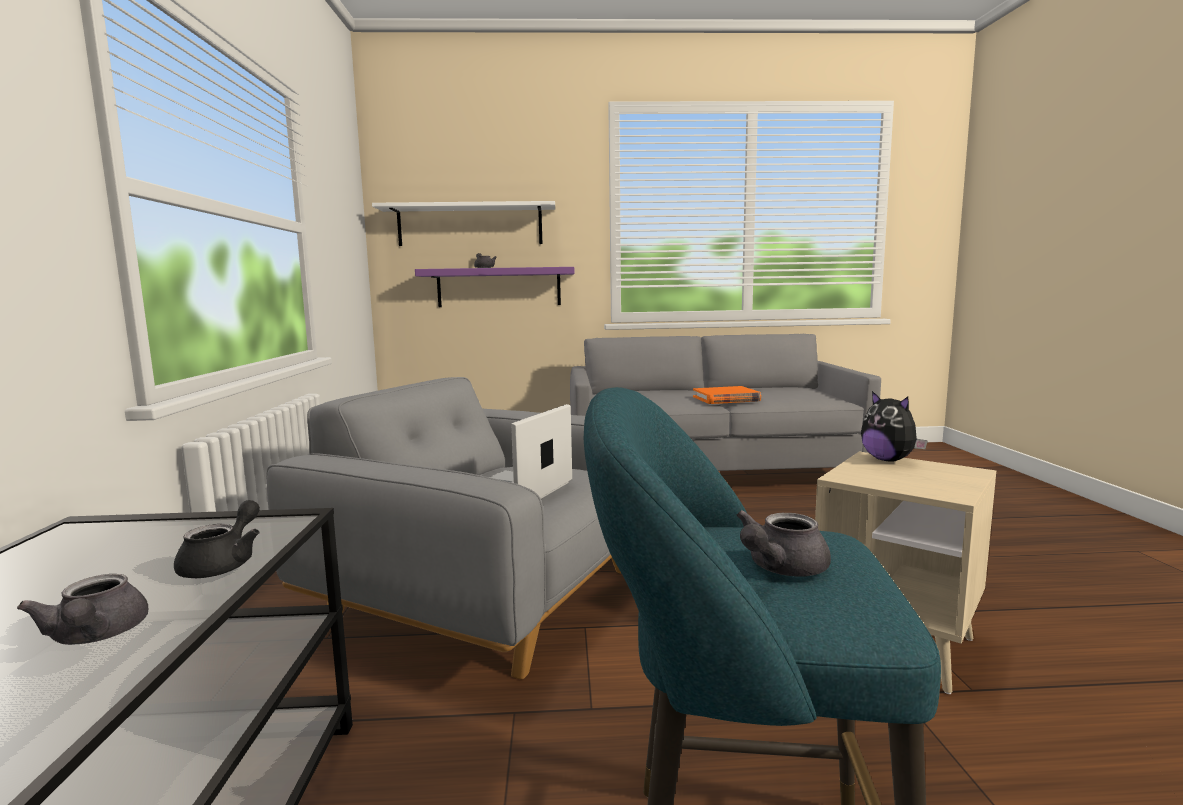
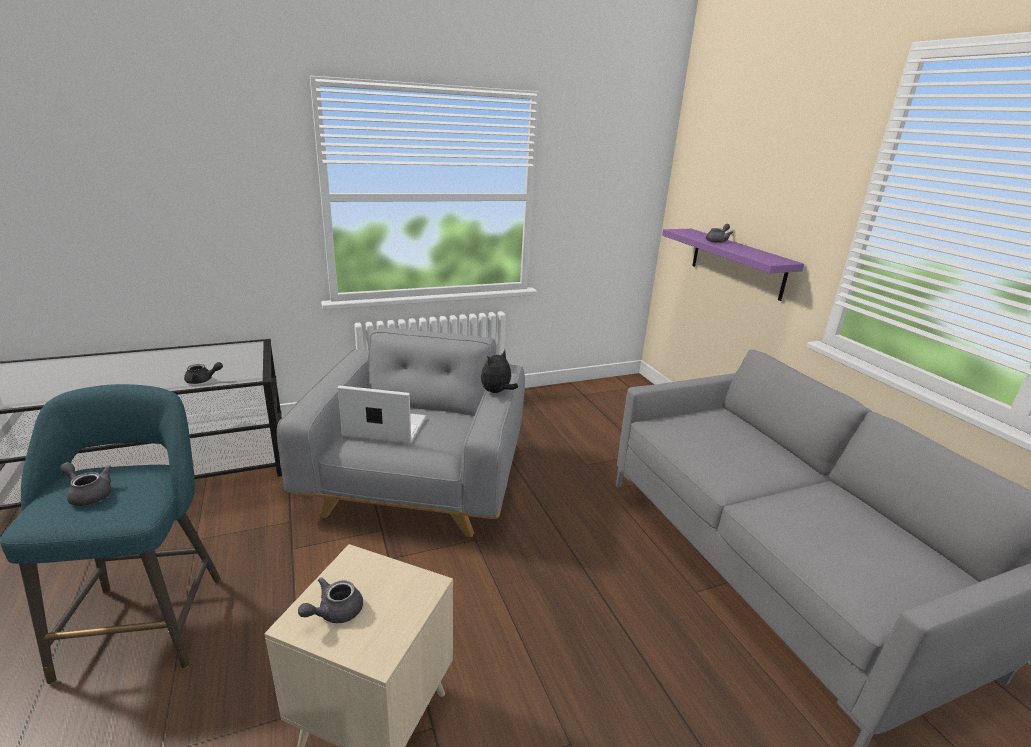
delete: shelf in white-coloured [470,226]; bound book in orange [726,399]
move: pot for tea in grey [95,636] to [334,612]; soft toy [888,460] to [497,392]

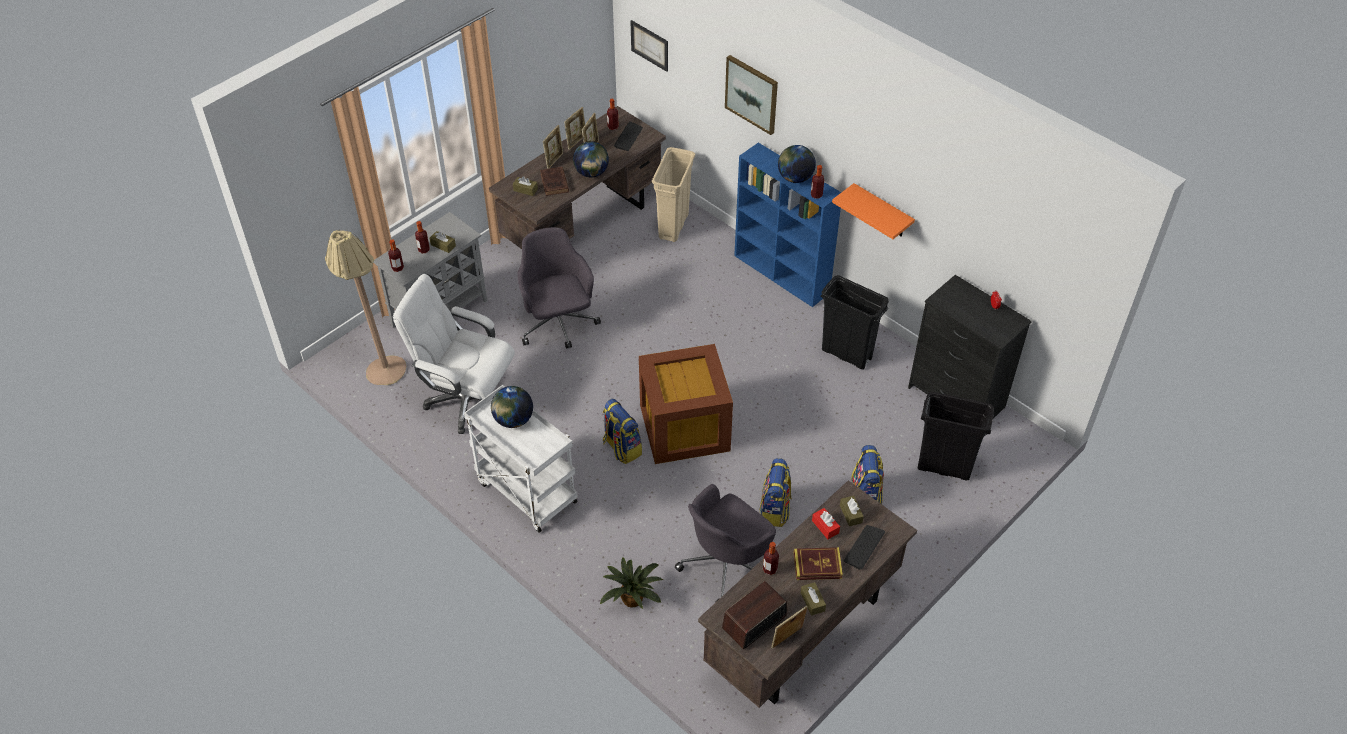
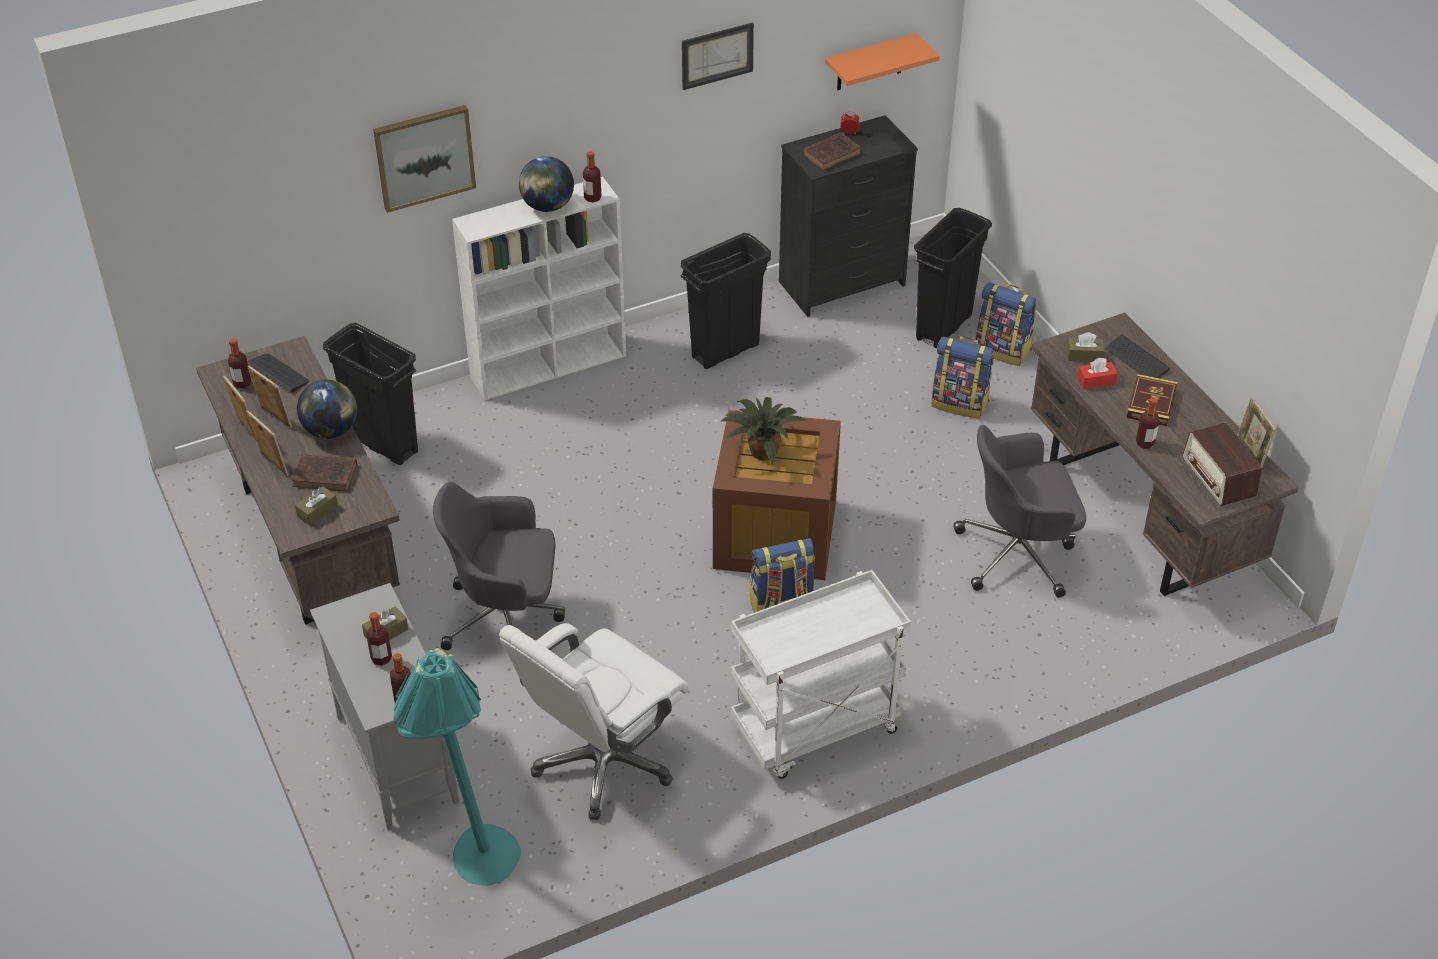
delete: world globe [513,420]; tissue holder in brown [812,602]
insert: bound book in brown [832,154]
move: wall art [649,45] to [717,55]; potted plant [633,597] to [761,451]; shelf in orange [882,212] to [869,63]; knapsack [775,510] to [1003,350]
recolor: trash can in beige [673,226] to trash can in black [384,444]; floor lamp in beige [379,366] to floor lamp in turquoise-coloured [471,863]; bookcase in blue-coloured [782,274] to bookcase in white-coloured [550,365]
rotate: office chair in grey [727,565] = [1018,554] 105 degrees clockwise

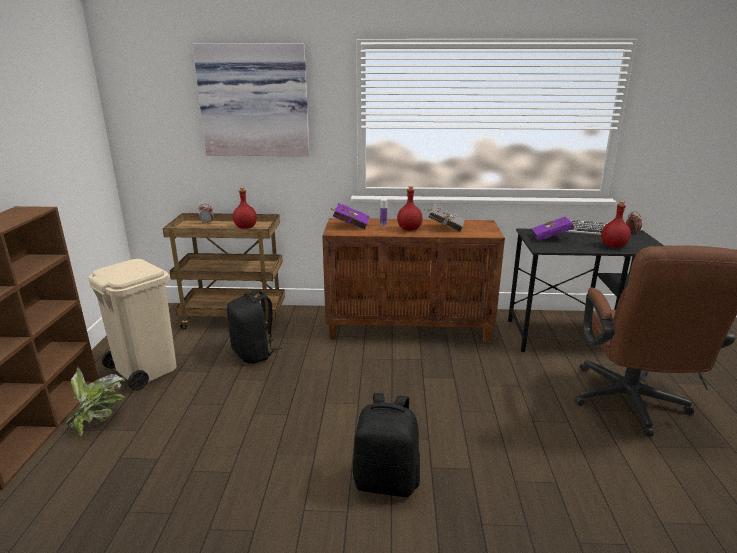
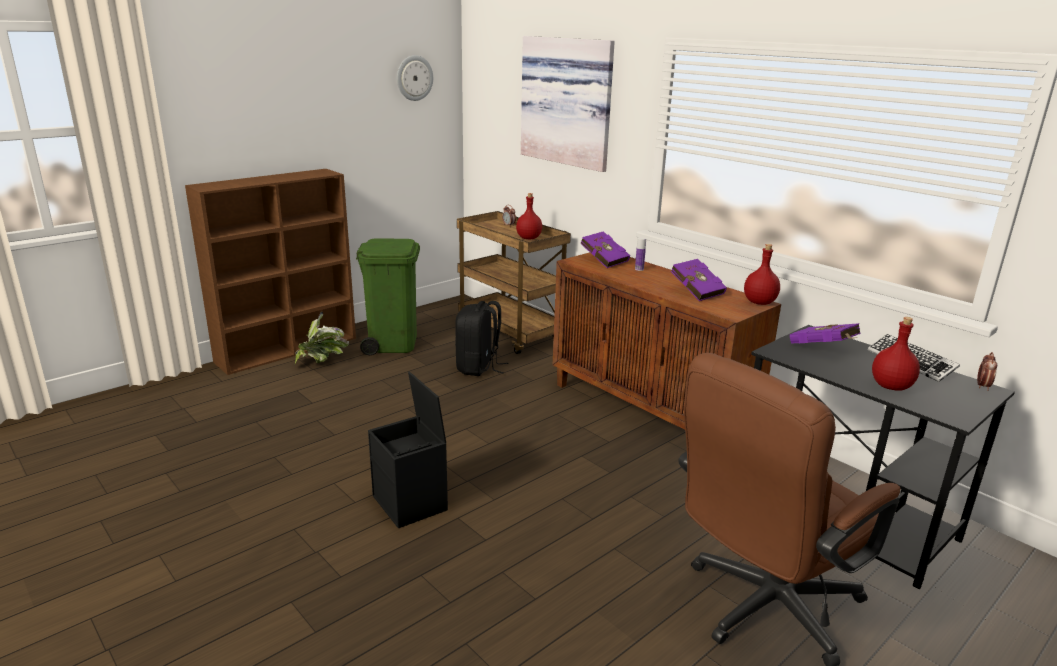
insert: hanging clock [414,78]
move: beverage bottle in reddish [409,229] to [760,302]
replace: knapsack in black [386,481] to storage container in black [411,503]
recolor: trash can in beige [145,368] to trash can in green [393,343]; bound book in grey [444,227] to bound book in purple [695,291]

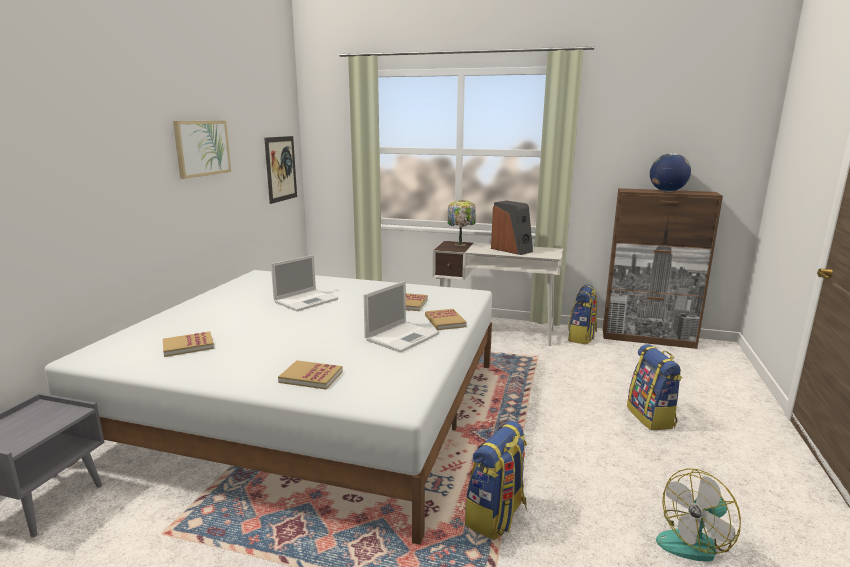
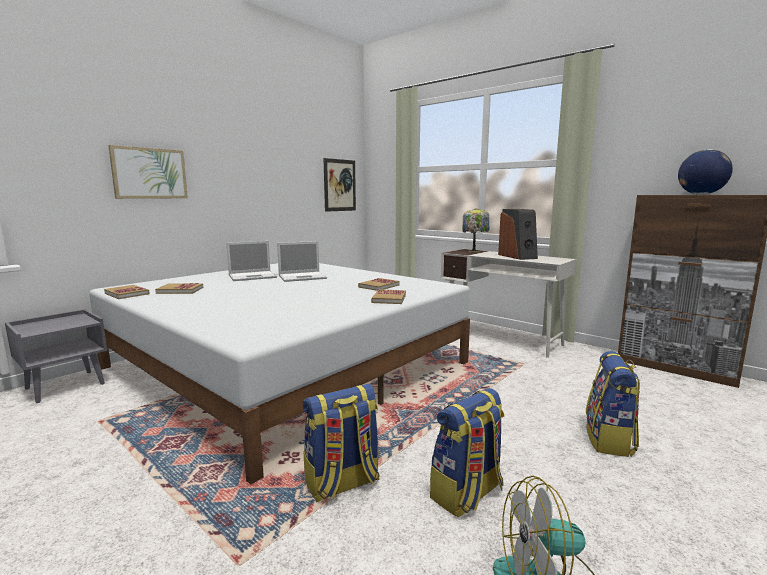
move: bound book [311,377] to [127,293]; wall art [202,148] to [149,173]; notebook computer [403,336] to [253,276]; knapsack [581,337] to [467,494]

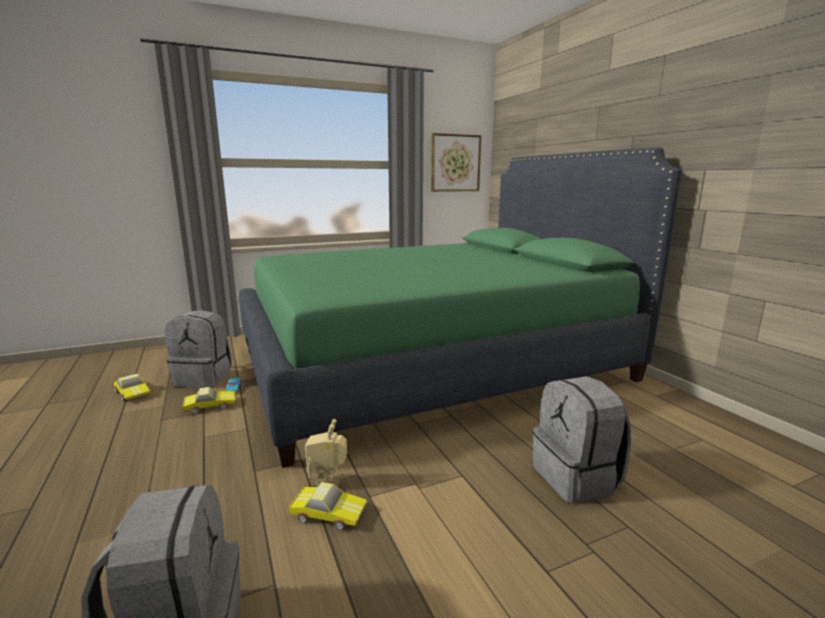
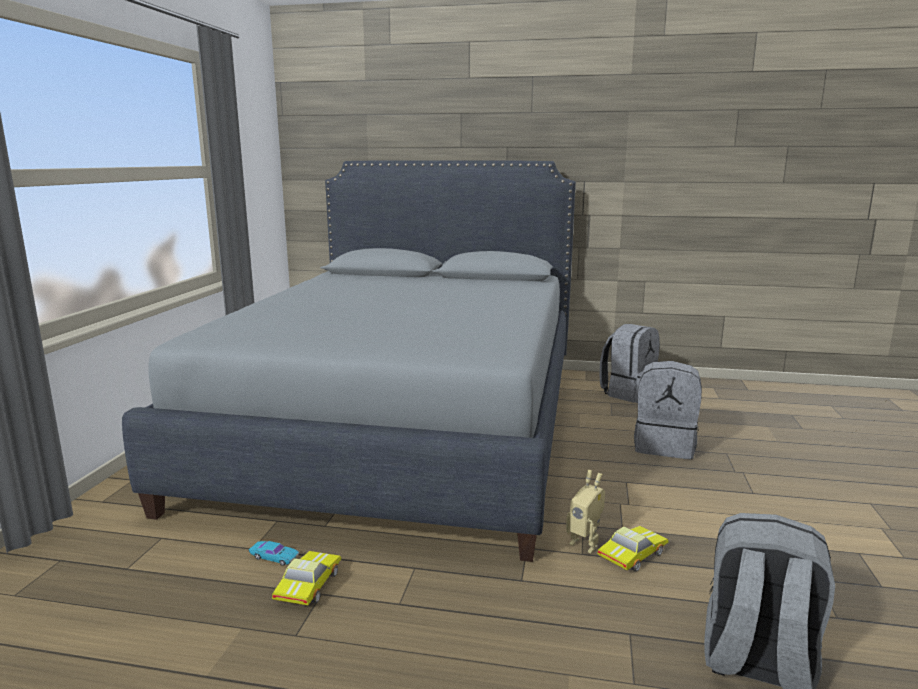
delete: miniature car [133,392]; wall art [455,163]
move: knapsack in grey [204,378] to [629,393]
recolor: bedroom bed in green [431,364] to bedroom bed in grey [406,427]

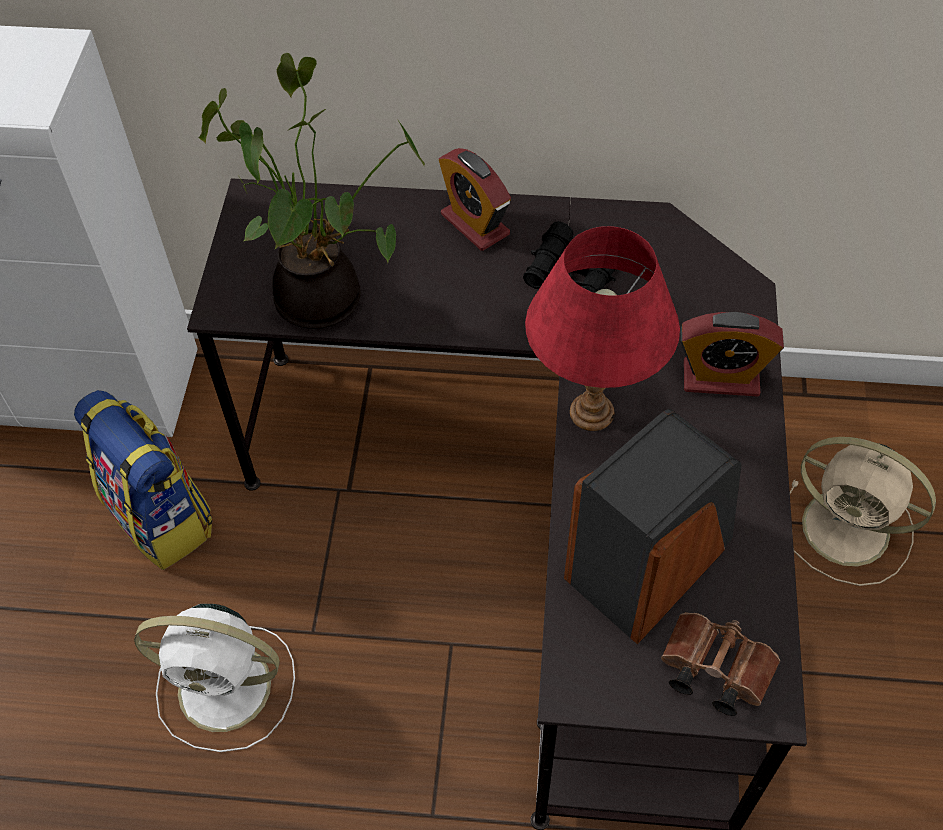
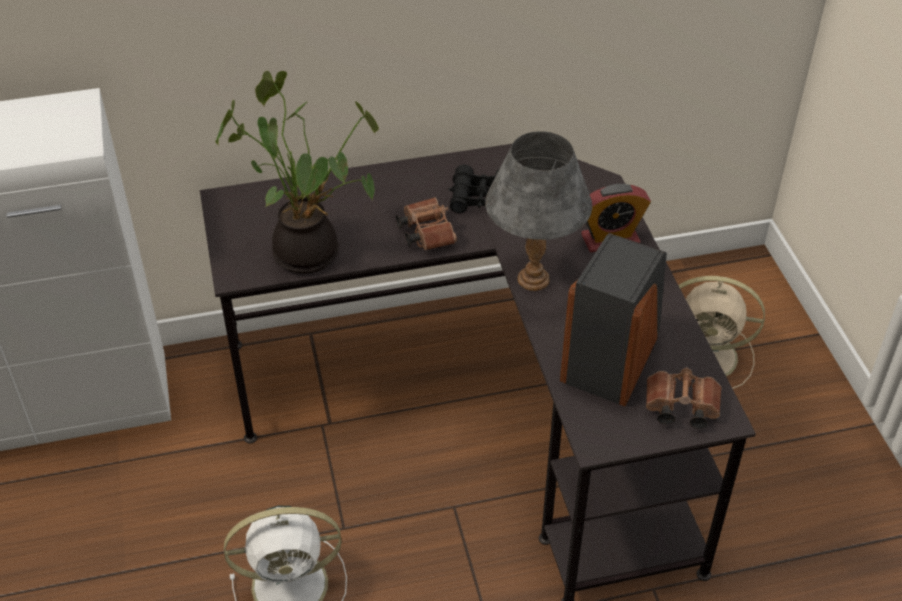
delete: knapsack [162,518]; bedside clock [475,224]
insert: binoculars in brown [425,232]
recolor: lamp for a table in reddish [592,412] to lamp for a table in grey [534,279]

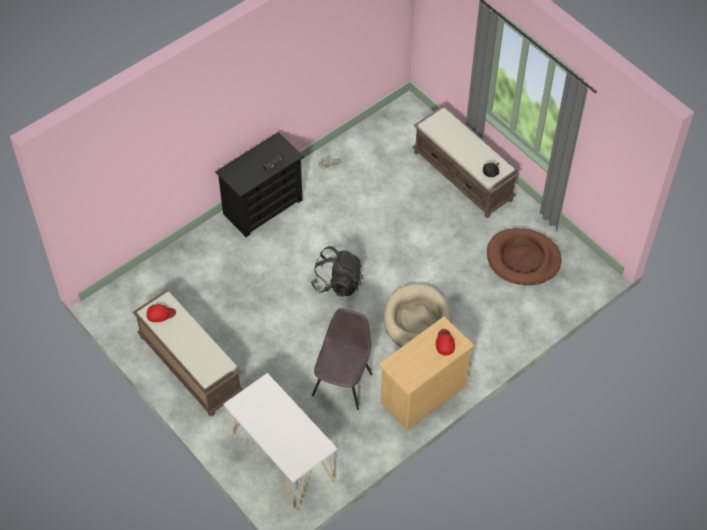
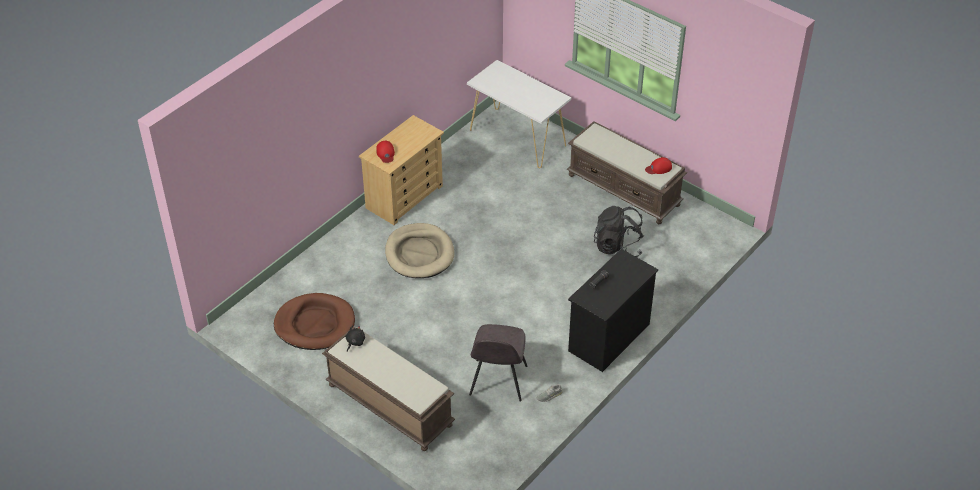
move: plain chair in grey [343,383] to [498,382]; knapsack in black [337,283] to [618,247]

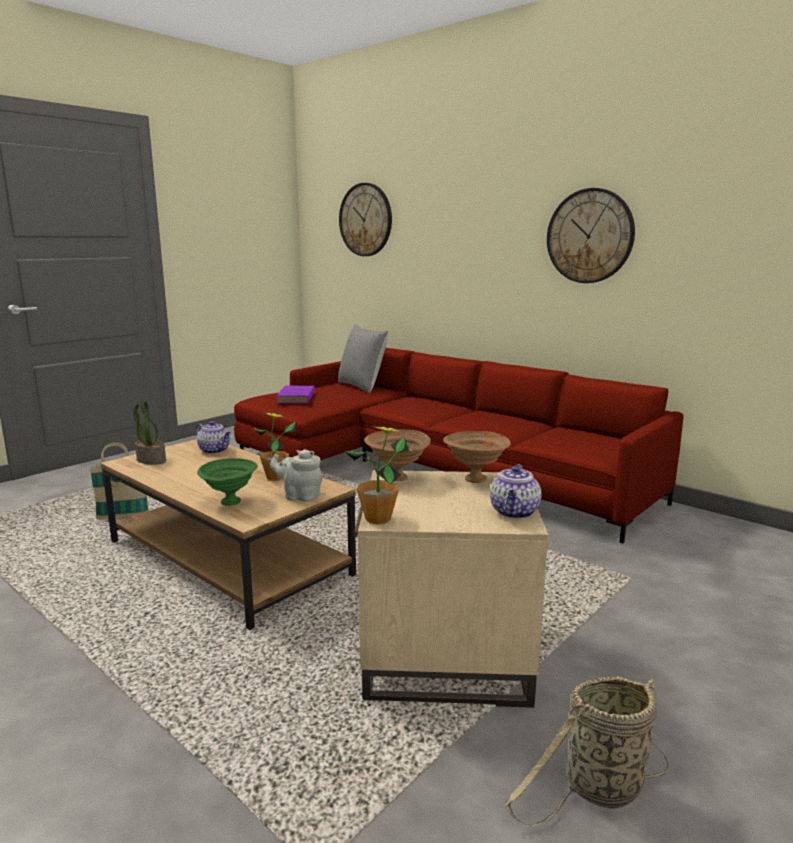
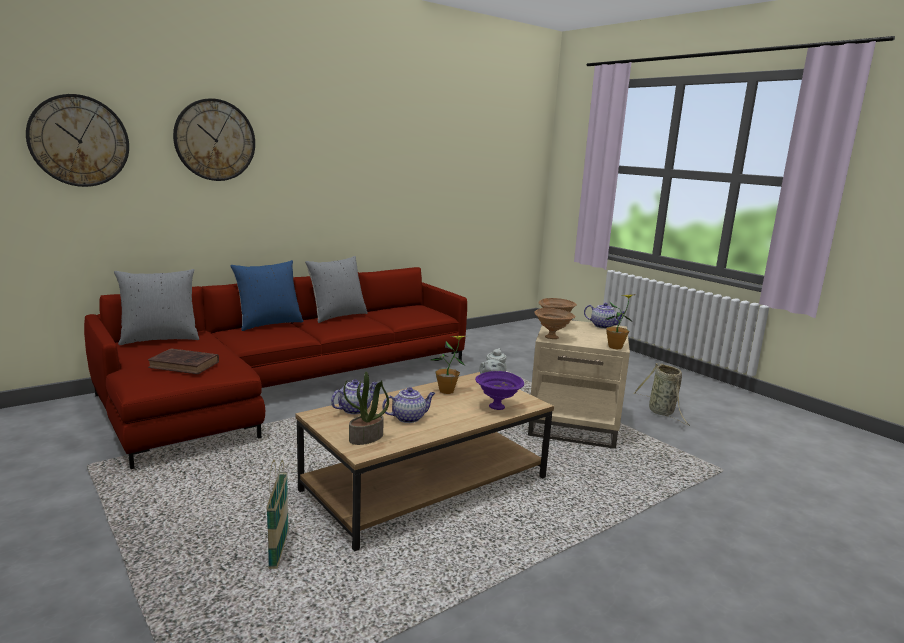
insert: cushion in blue-coloured [268,324]; cushion in grey [337,316]; pot for tea [409,418]
move: hanging clock [590,236] to [215,140]
recolor: bound book in purple [296,398] to bound book in brown [186,365]; serving bowl in green [230,502] to serving bowl in purple [498,407]

